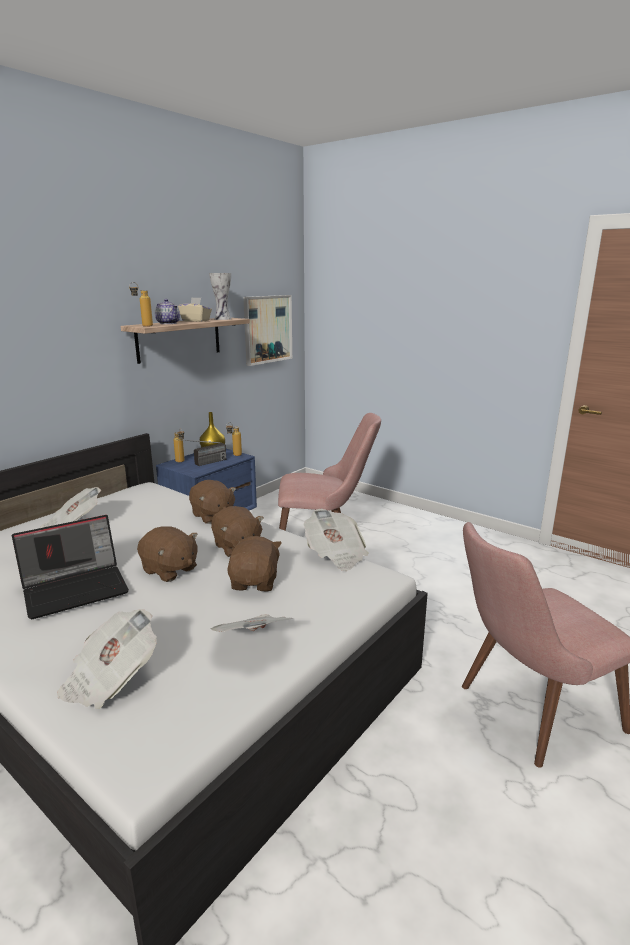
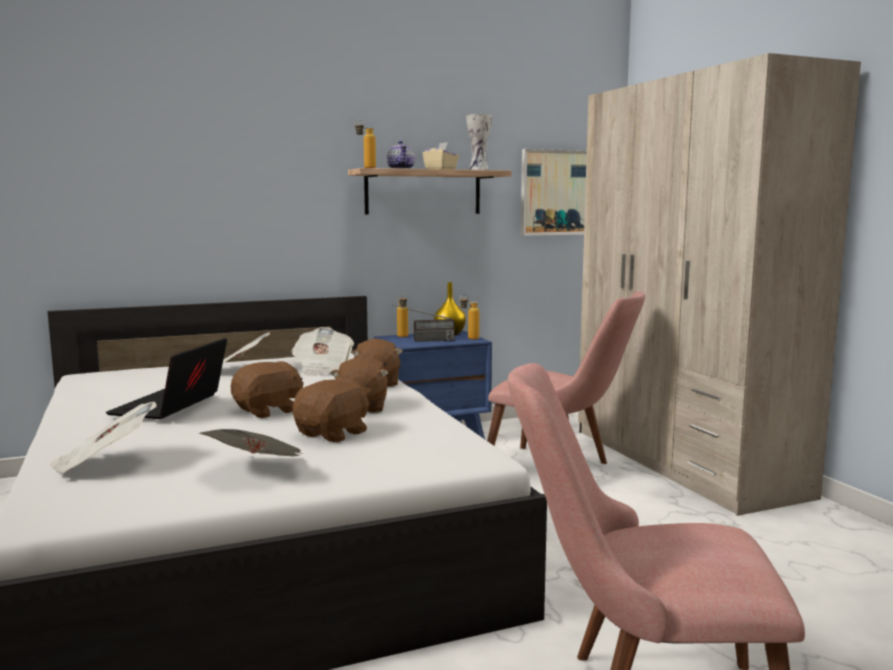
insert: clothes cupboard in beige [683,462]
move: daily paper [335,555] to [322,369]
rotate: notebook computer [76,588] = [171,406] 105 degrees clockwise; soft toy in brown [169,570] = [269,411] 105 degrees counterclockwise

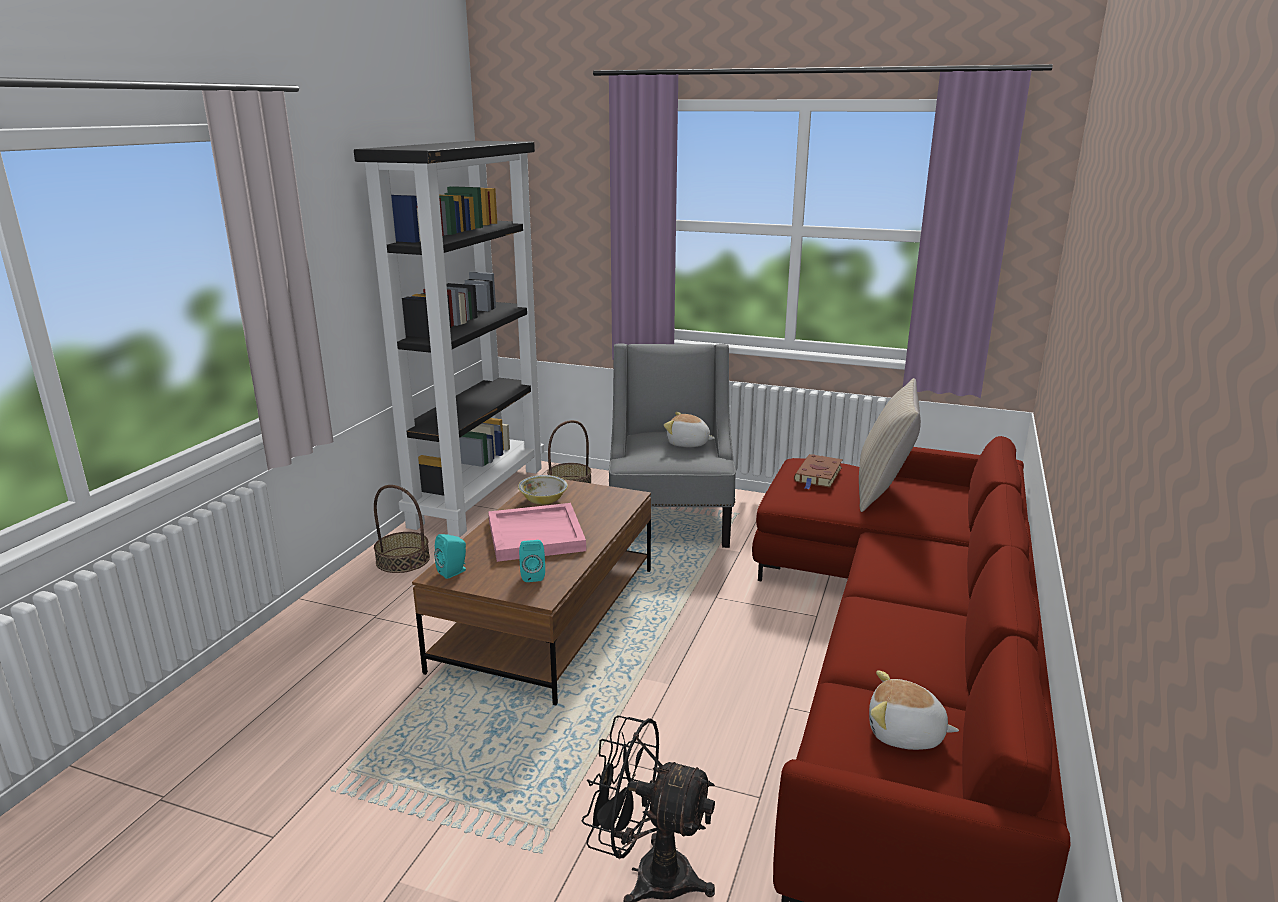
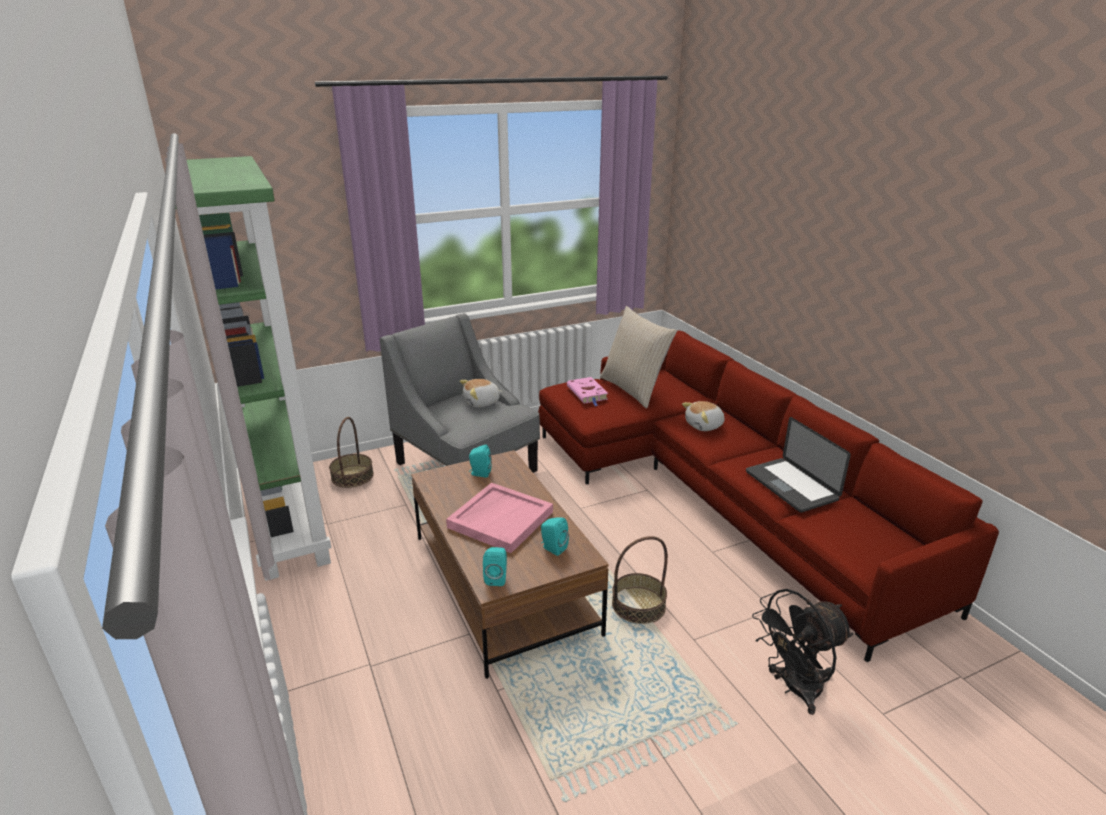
delete: serving bowl [543,500]
insert: loudspeaker in turquoise-coloured [479,473]; notebook computer [791,486]
move: basket [402,560] to [638,605]; soft toy [905,734] to [704,426]
recolor: bookcase in black [478,495] to bookcase in green [285,520]; bound book in brown [818,475] to bound book in pink-coloured [588,394]

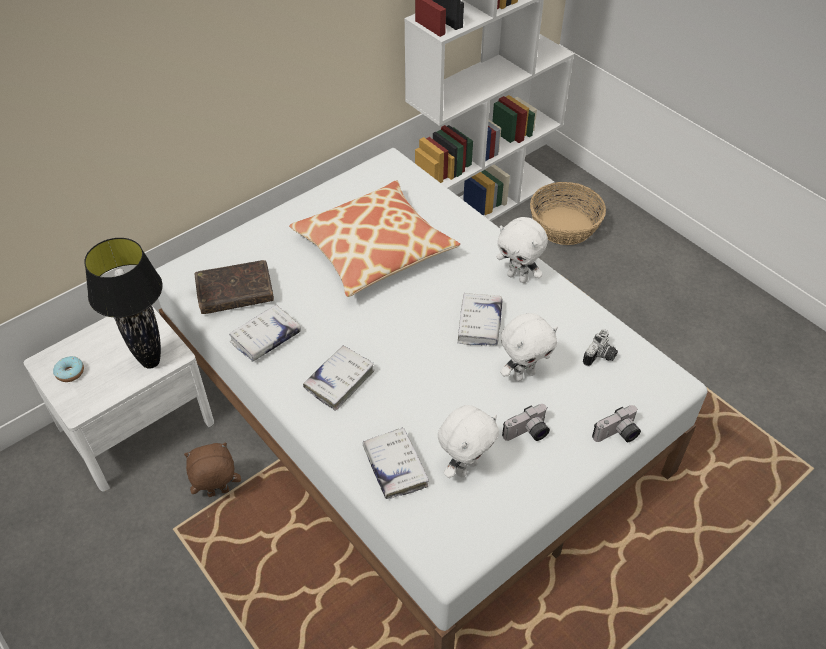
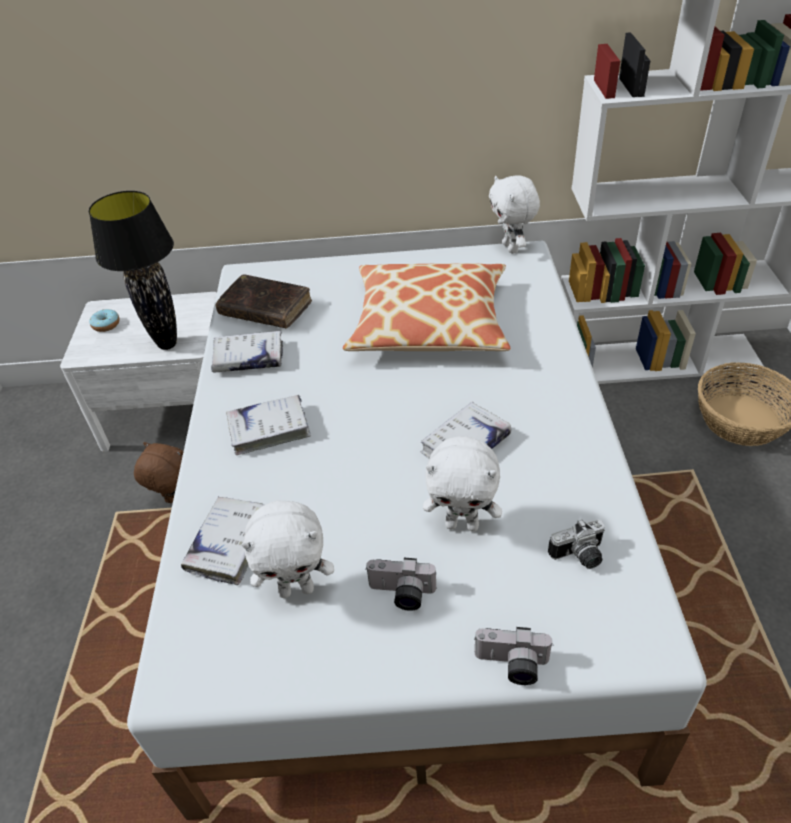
move: soft toy in white-coloured [518,277] to [511,248]

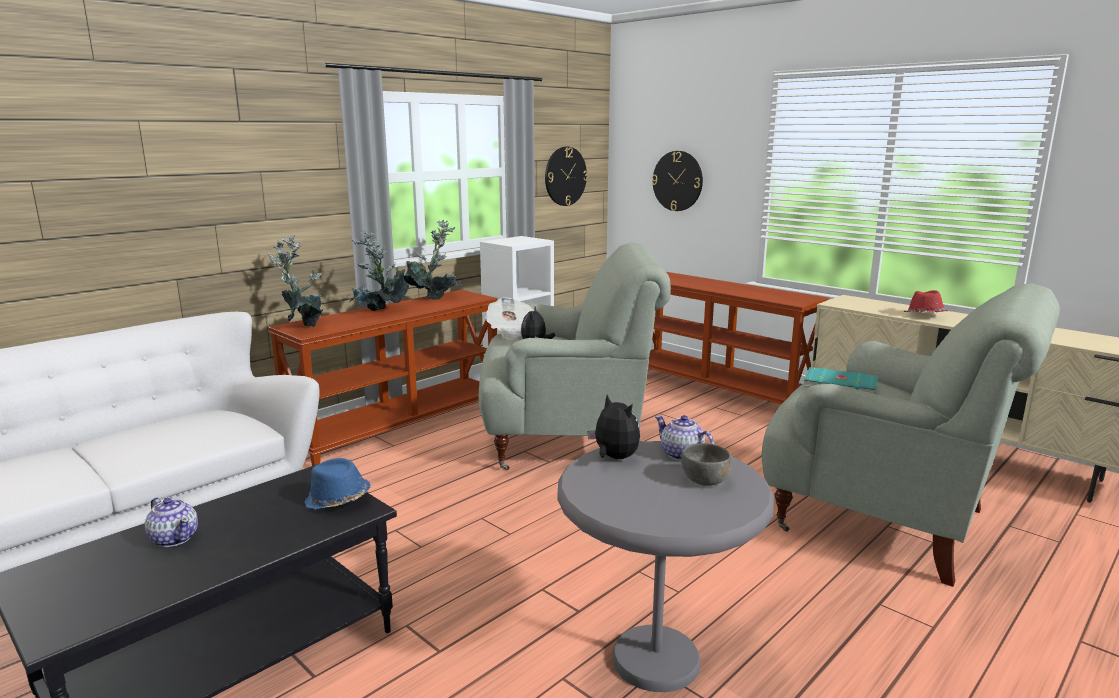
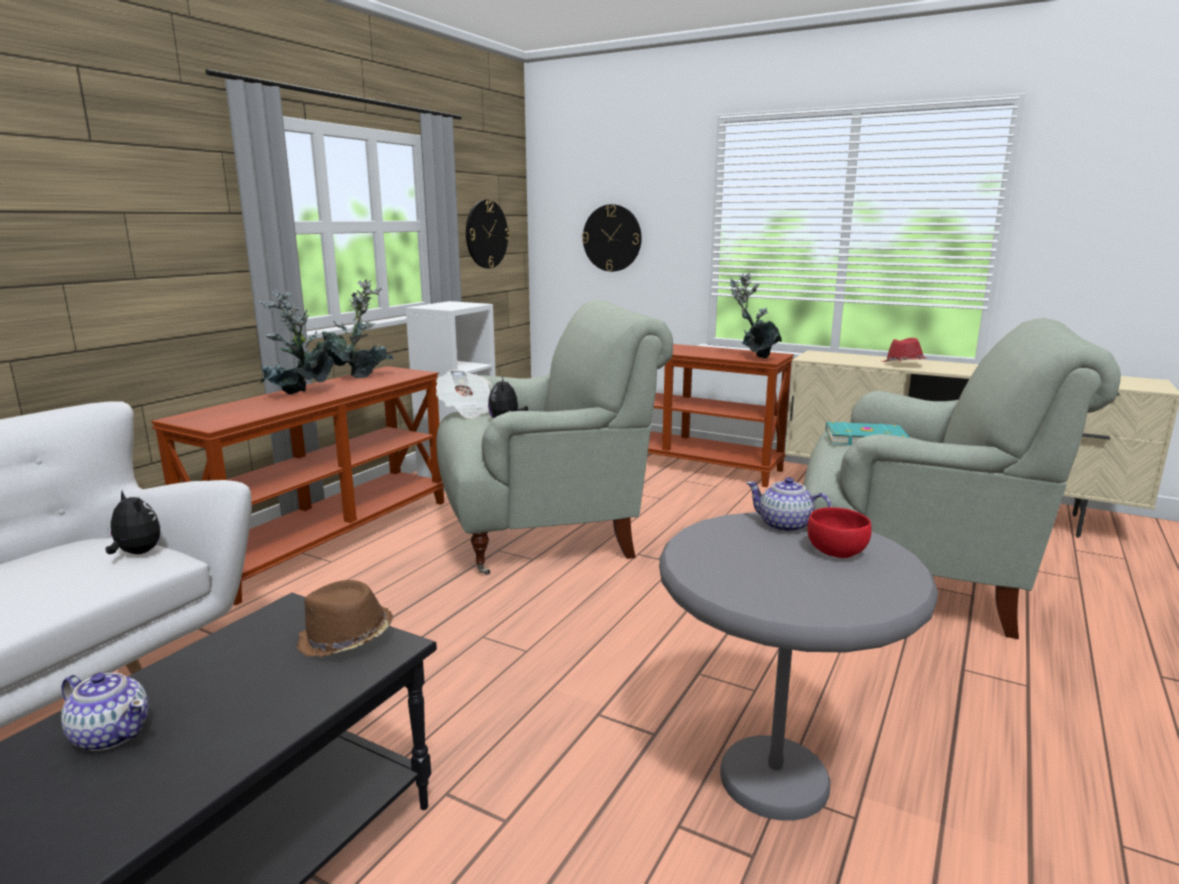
move: soft toy [614,458] to [136,553]; potted plant [303,326] to [754,358]
recolor: hat in blue-coloured [337,500] to hat in brown [345,639]; serving bowl in grey [705,480] to serving bowl in reddish [837,552]

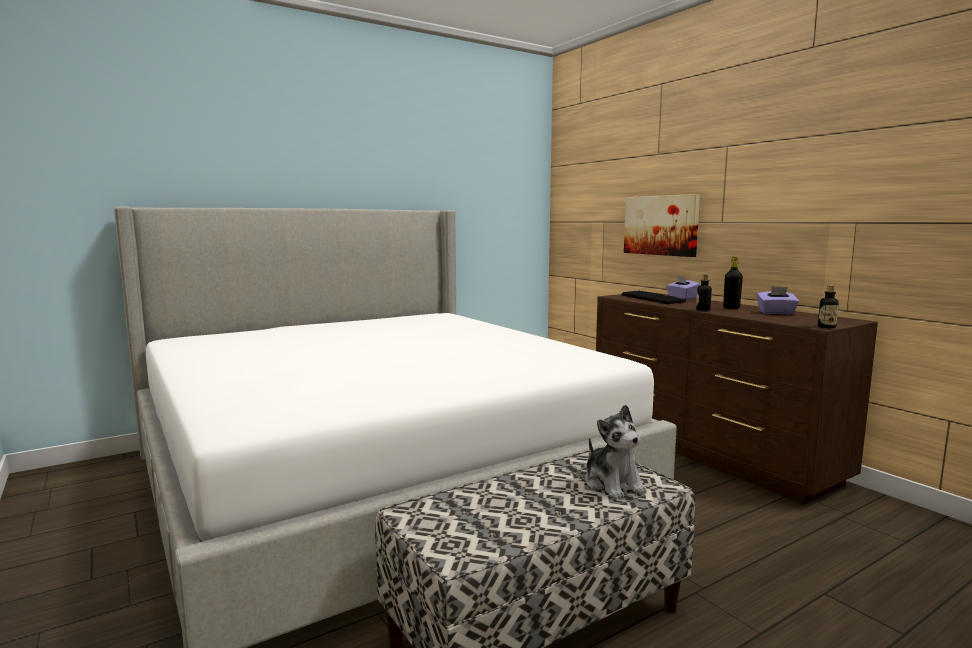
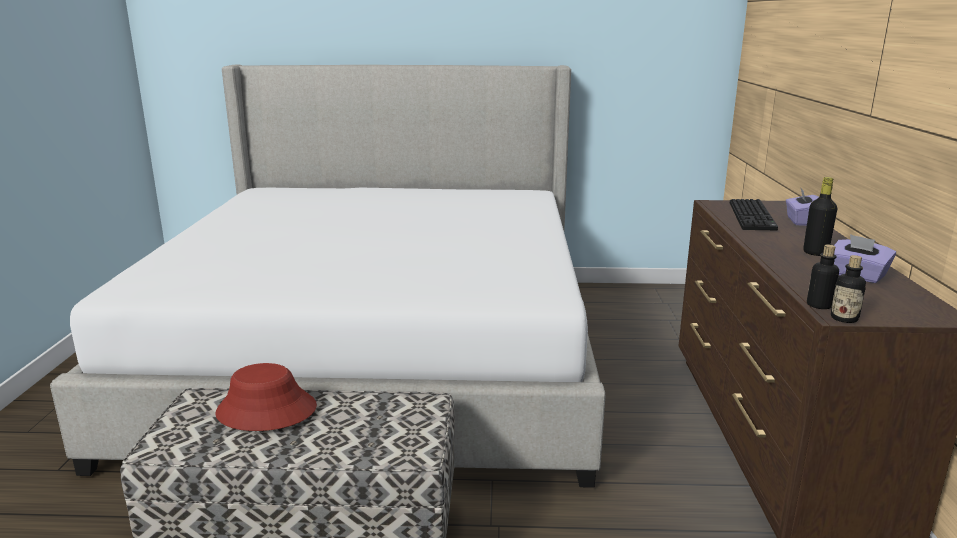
delete: soft toy [613,484]; wall art [661,225]
insert: hat in reddish [266,410]
move: beverage bottle [703,310] to [819,305]

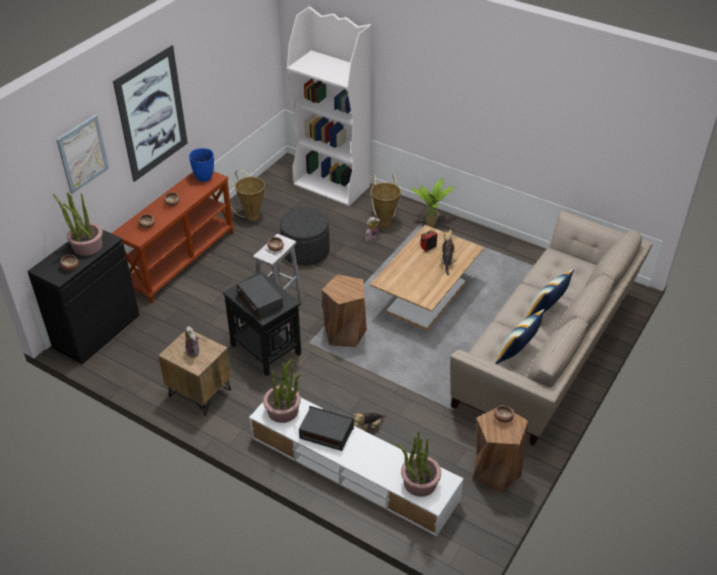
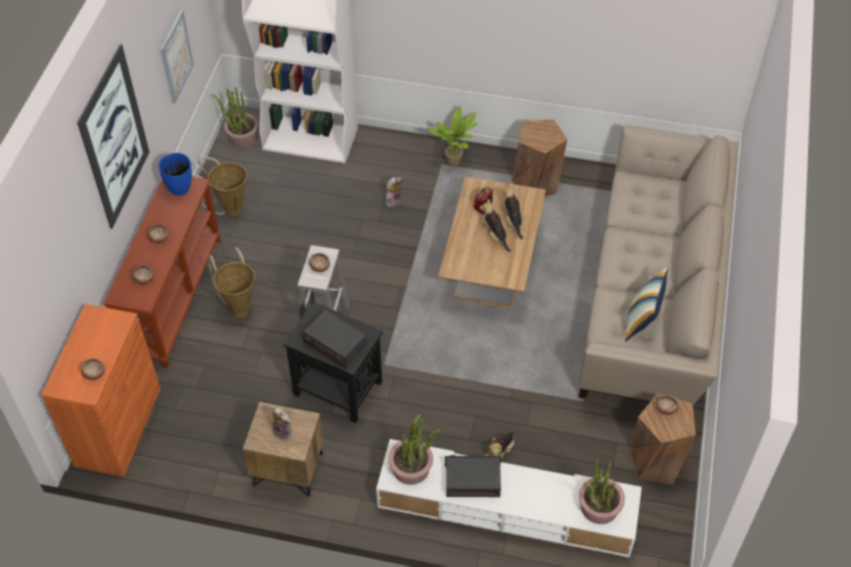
delete: pouffe in grey [305,251]; cushion [545,311]
insert: soft toy [495,235]
move: wall art [82,154] to [176,56]; basket [385,221] to [239,307]; potted plant [87,246] to [242,137]; sitting stool in brown [345,333] to [536,182]
recolor: cabinet in black [96,331] to cabinet in orange [118,426]

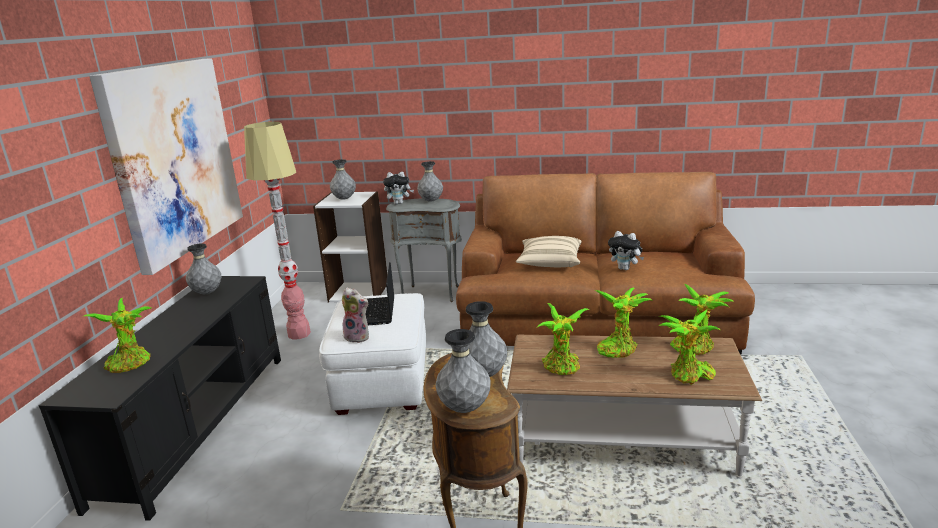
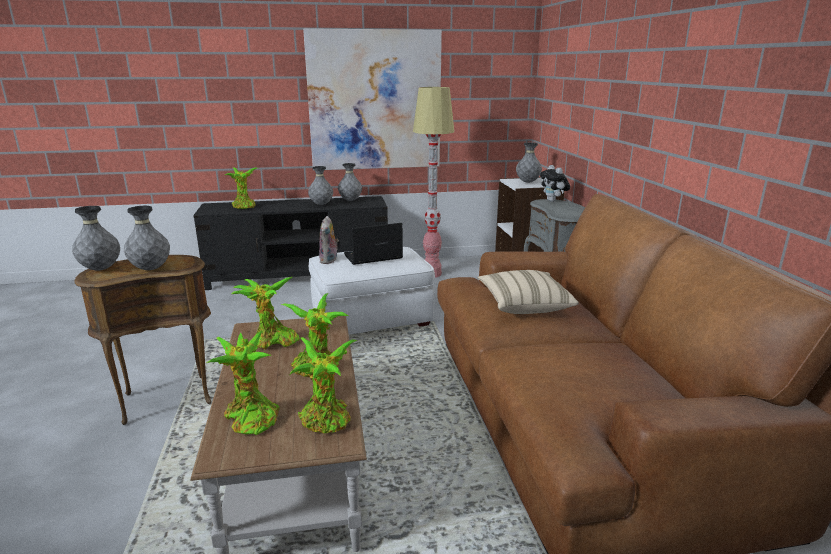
delete: soft toy [625,268]
move: vase in grey [431,201] to [321,204]

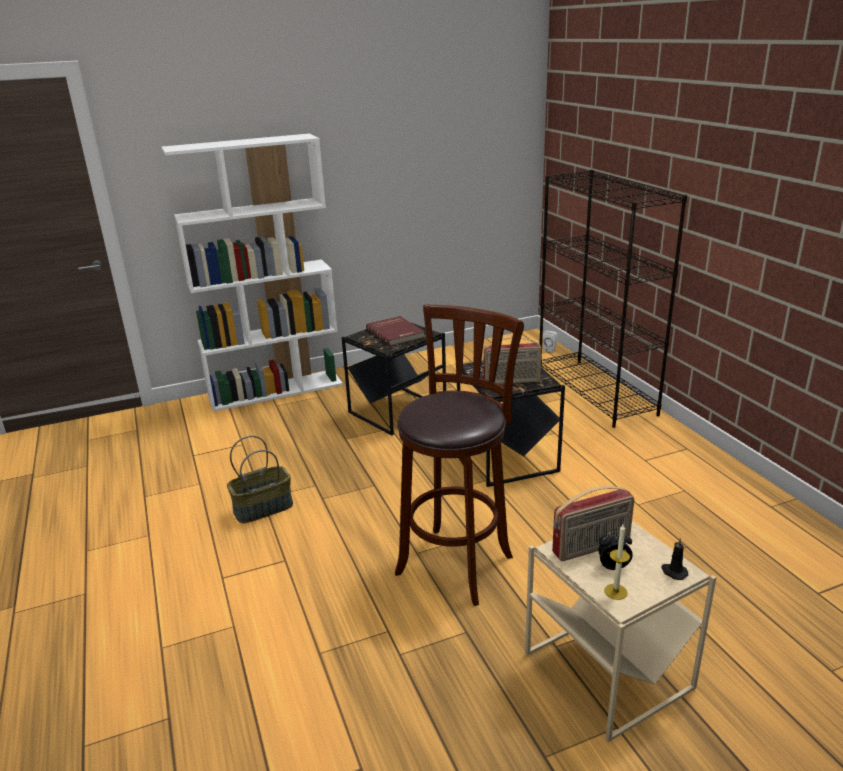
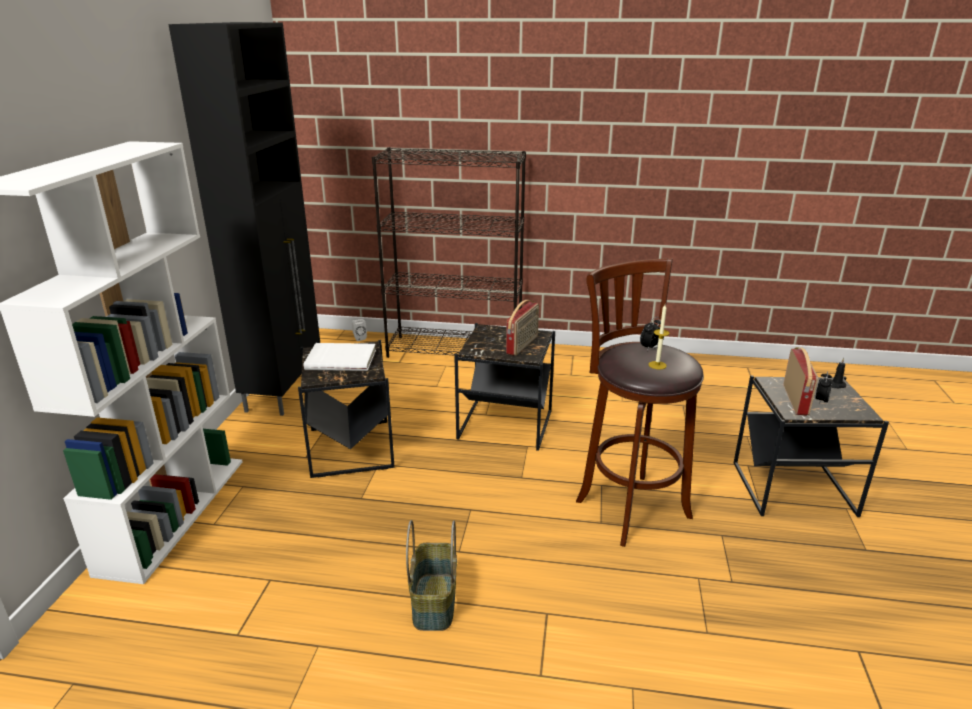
insert: cabinet in black [285,389]; bedside clock [651,348]
move: wax light [615,591] to [657,365]
recolor: bound book in reddish [396,333] to bound book in white-coloured [341,359]; side table in beige [607,669] to side table in black [791,489]

